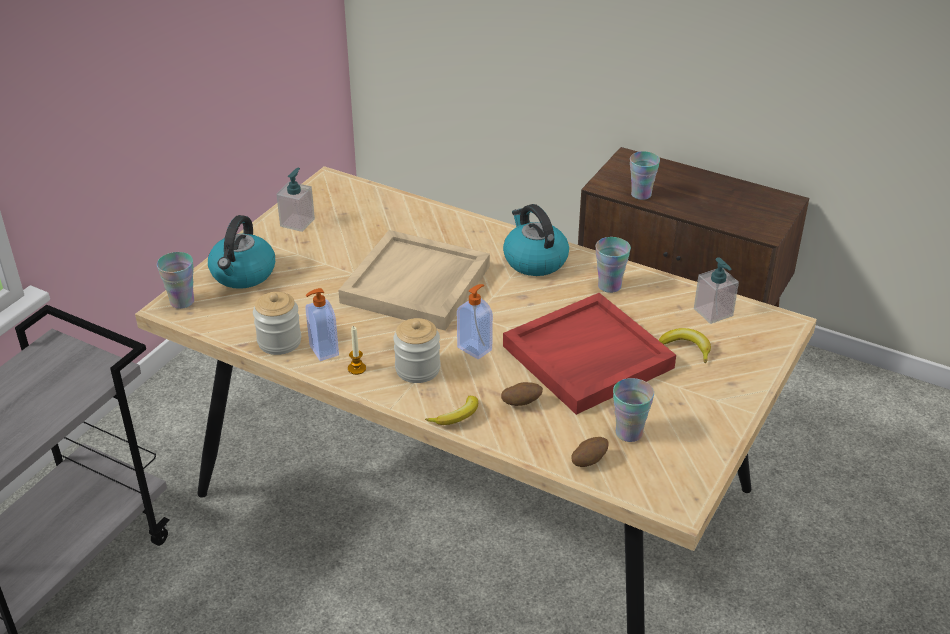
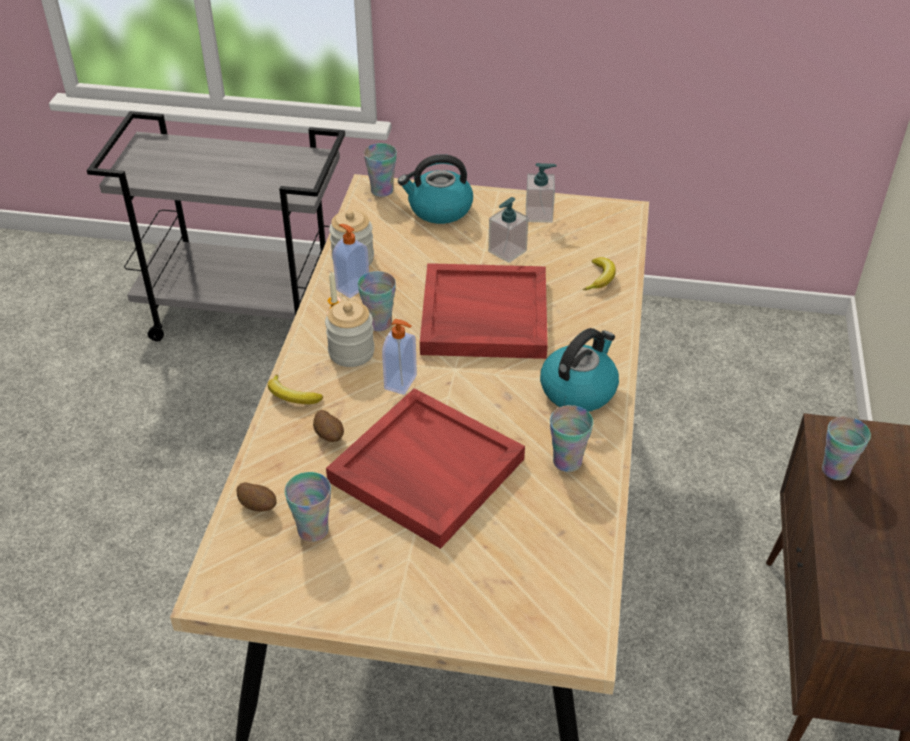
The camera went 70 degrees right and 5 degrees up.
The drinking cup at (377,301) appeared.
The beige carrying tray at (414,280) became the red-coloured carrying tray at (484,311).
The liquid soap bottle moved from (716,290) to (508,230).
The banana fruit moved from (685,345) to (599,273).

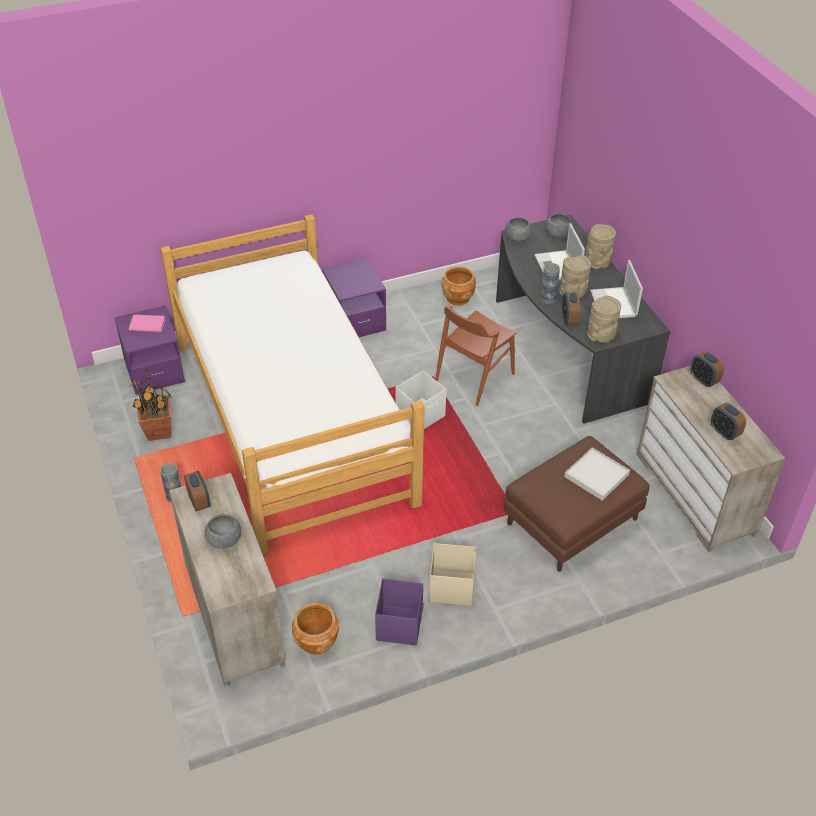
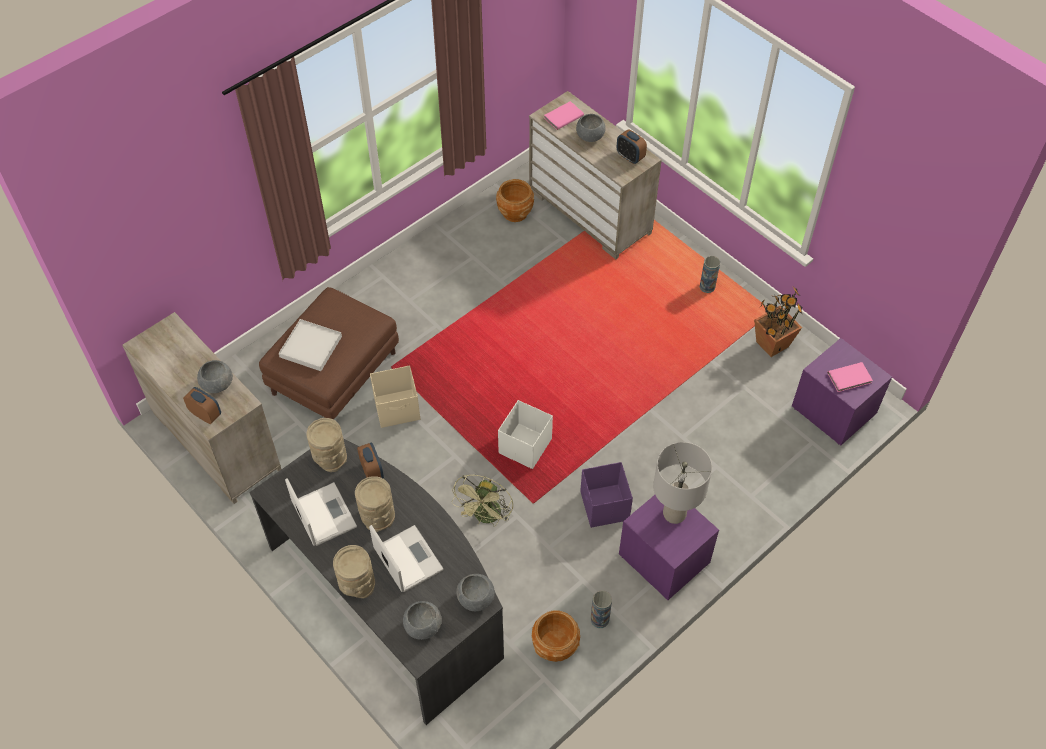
The camera went 160 degrees right and 10 degrees up.
The greyish bowl at (215,376) appeared.
The beige storage bin moved from (452,574) to (395,396).
The brown-coloured chair at (475,355) was replaced by the green-coloured cooling fan at (482,501).
The pink-coloured bound book at (564,115) appeared.
The purple storage bin moved from (399,611) to (606,495).
The vase moved from (550,283) to (601,609).
The greyish tabletop lamp at (682,483) appeared.
The sleeping bed at (292,384) disappeared.
The table clock at (728,421) disappeared.

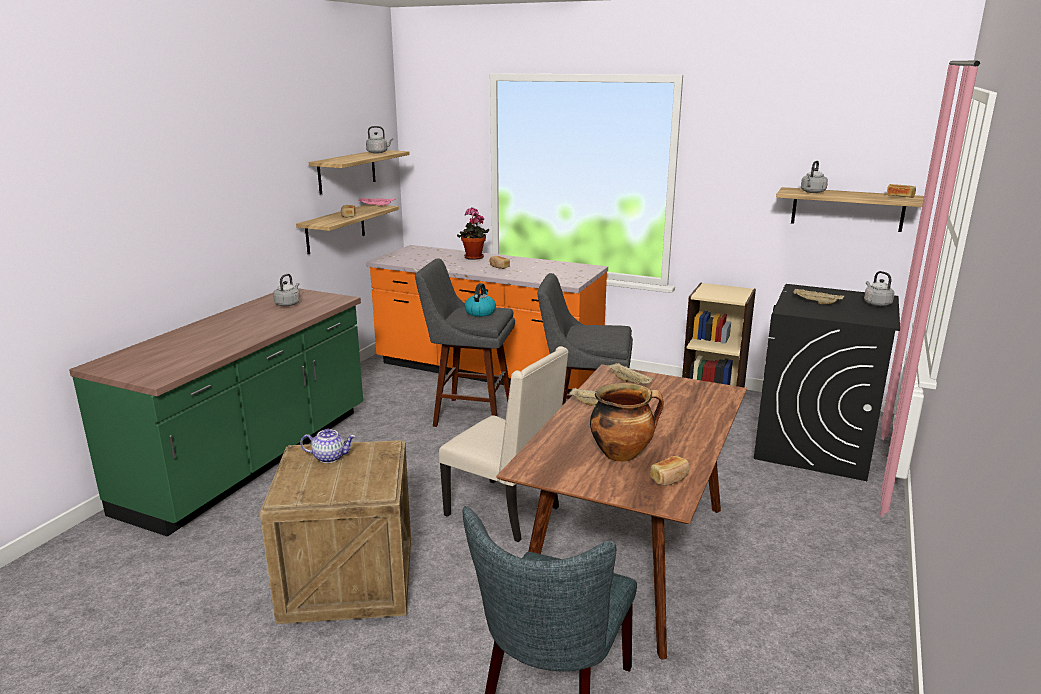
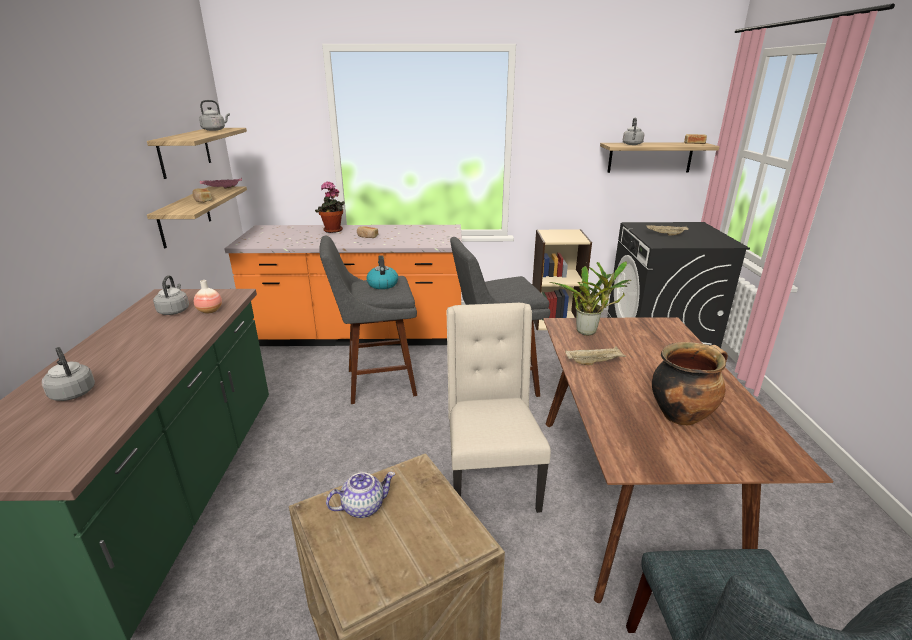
The camera went 25 degrees left and 5 degrees up.
The greyish tea kettle moved from (879,288) to (68,374).
The vase at (208,297) appeared.
The beige chair at (504,444) turned 105 degrees counterclockwise.
The beige carrying tray at (630,373) was replaced by the plant in a pot at (590,298).
The bakery bread at (670,471) disappeared.

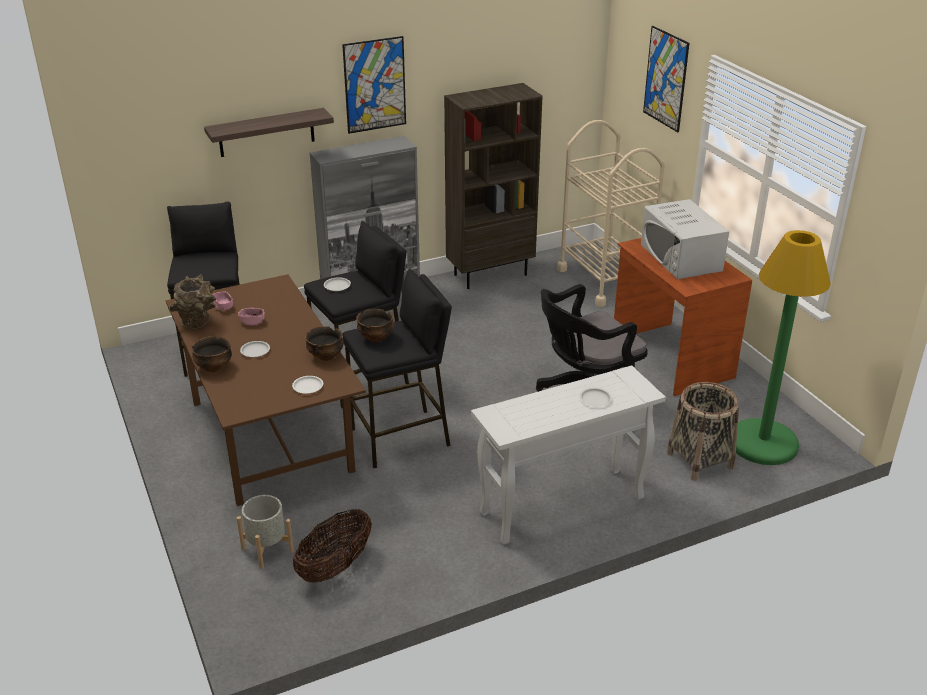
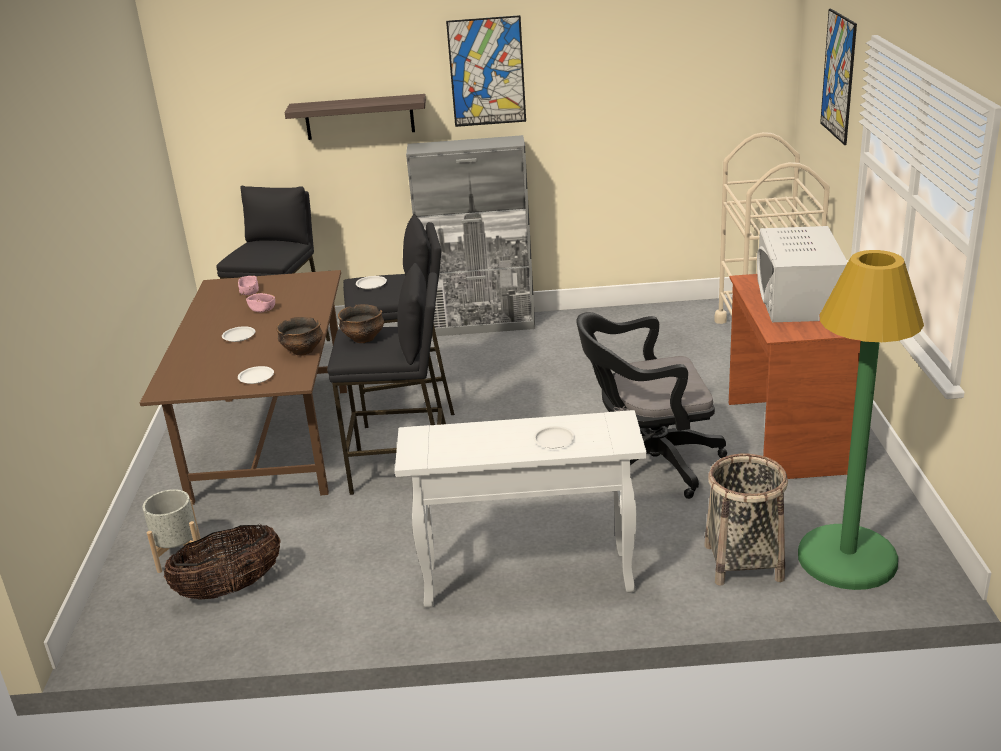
The camera went 25 degrees right and 5 degrees down.
The brown-coloured vase at (193,301) disappeared.
The bowl at (211,354) disappeared.
The brown-coloured bookshelf at (493,186) disappeared.

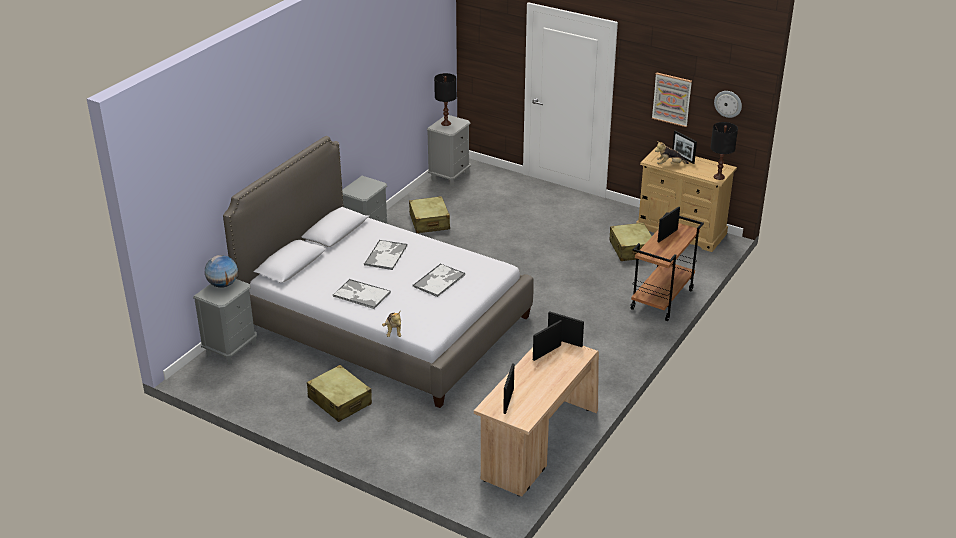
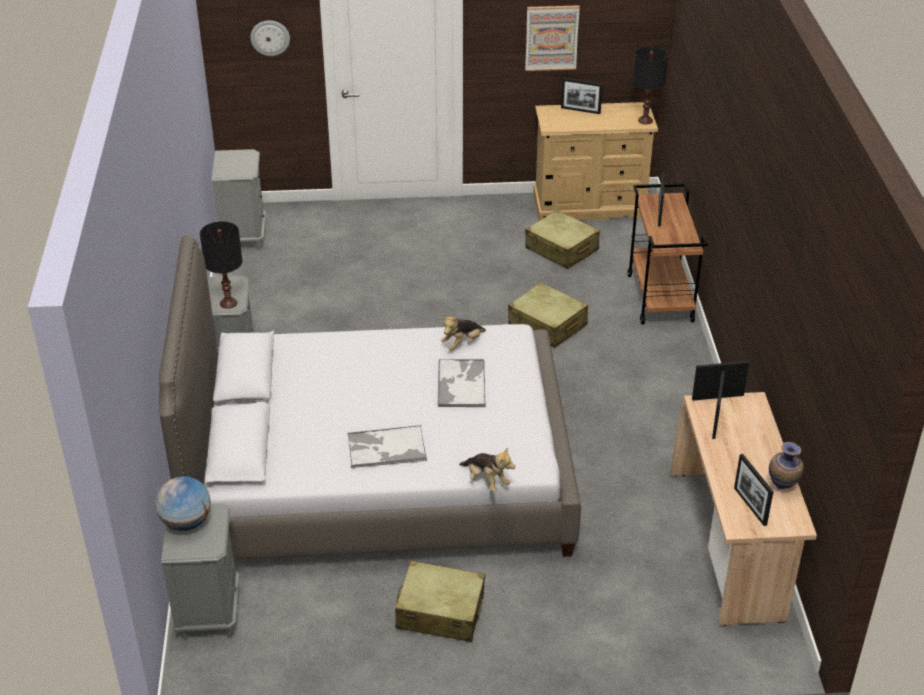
The camera went 35 degrees left and 5 degrees up.
The black-coloured tabletop lamp moved from (445,99) to (221,265).
The hanging clock moved from (728,104) to (270,38).
The cuddly toy moved from (672,152) to (463,333).
The beige suitcase moved from (429,214) to (548,315).
The vase at (786,465) appeared.
The carrying tray at (386,255) disappeared.

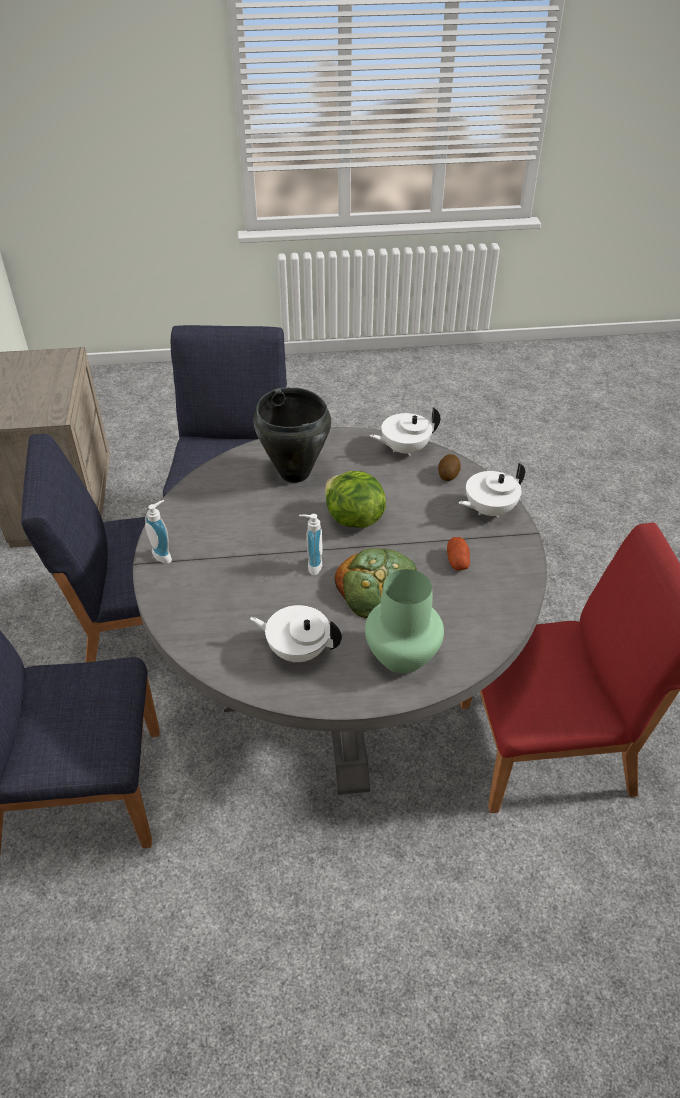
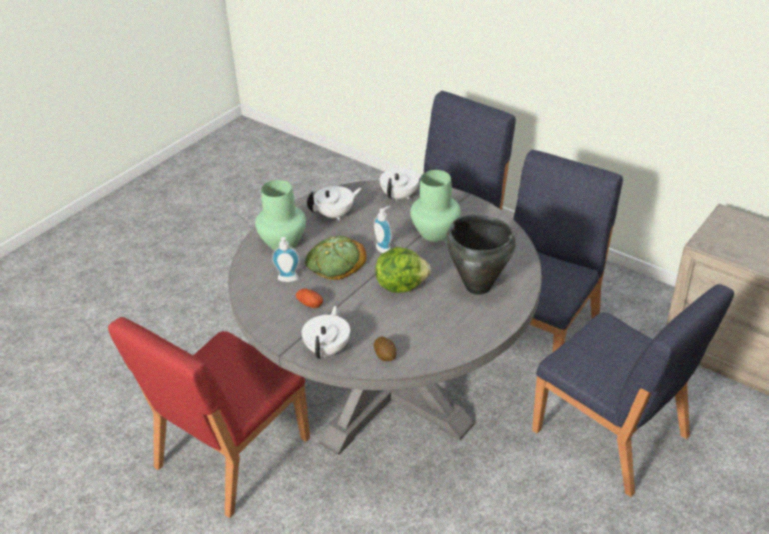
The camera went 135 degrees right and 5 degrees down.
The liquid soap bottle moved from (158,532) to (286,259).
The white teapot moved from (404,431) to (399,182).
The green-coloured vase at (435,206) appeared.

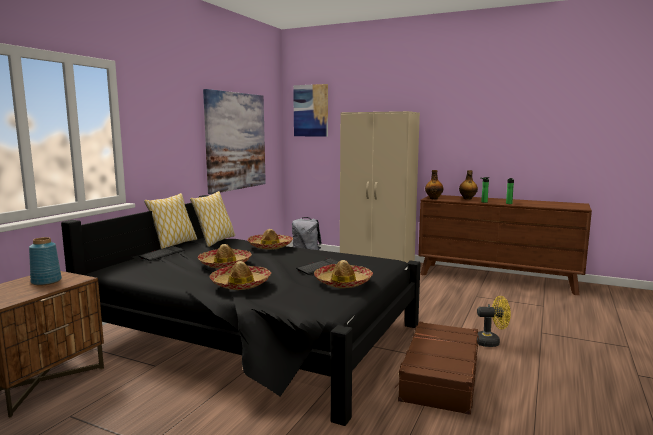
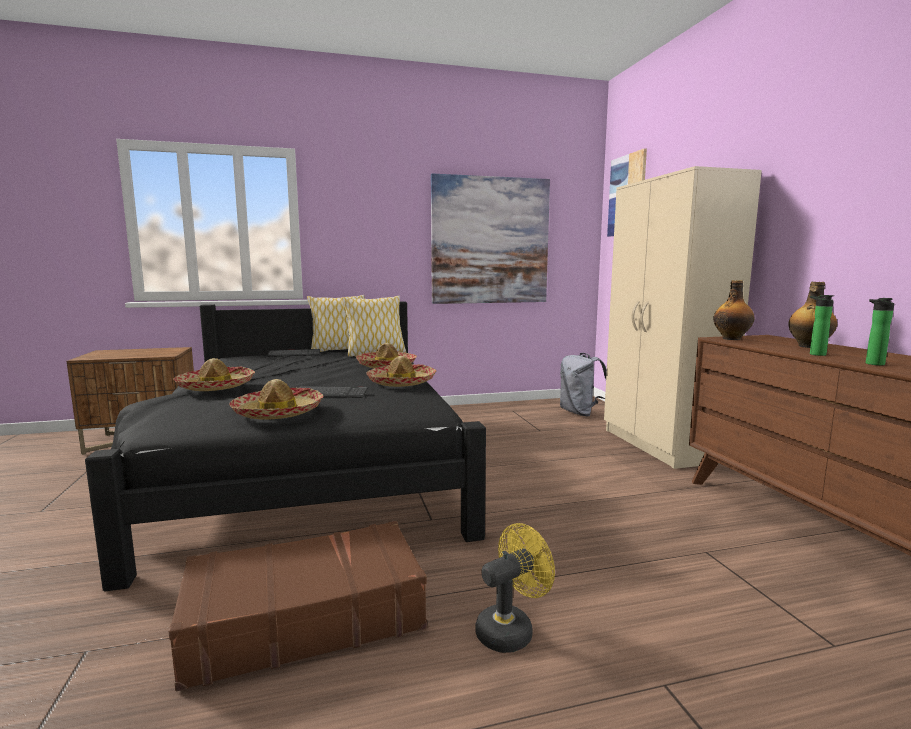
The camera went 50 degrees right and 0 degrees up.
The clothing hat moved from (225,256) to (401,371).
The yellowish cooling fan at (494,321) turned 90 degrees counterclockwise.
The blue vase at (45,261) disappeared.

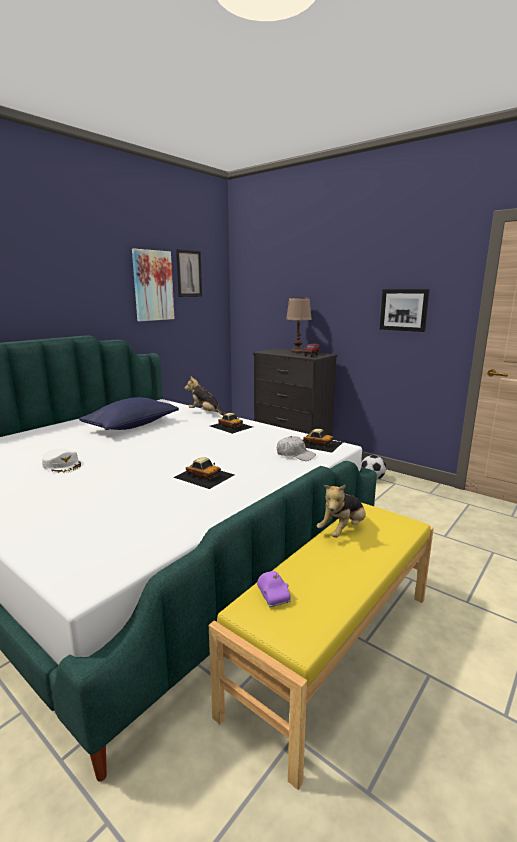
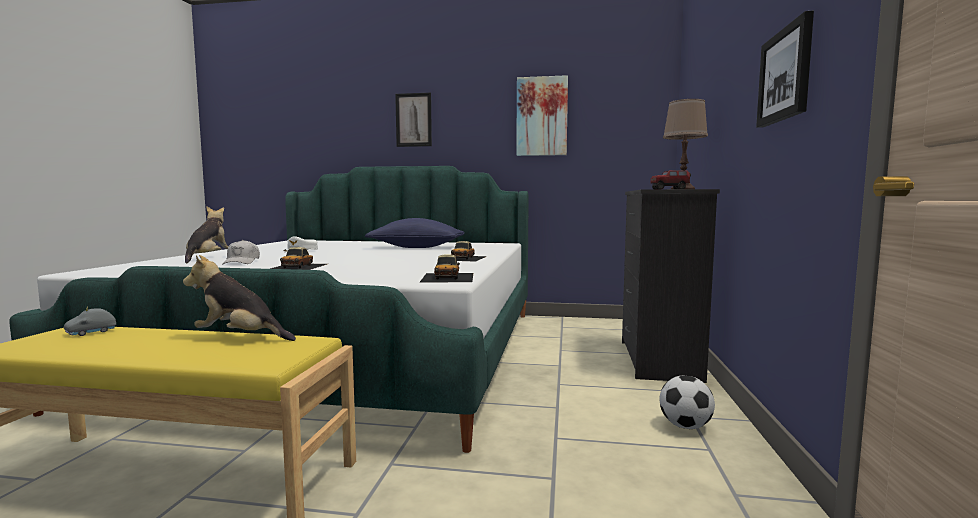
The camera went 60 degrees right and 10 degrees down.
The purple miniature car at (274,589) became the greyish miniature car at (90,321).
The cuddly toy moved from (205,396) to (206,234).
The white baseball cap moved from (296,448) to (241,252).
The wall art moved from (189,273) to (413,120).

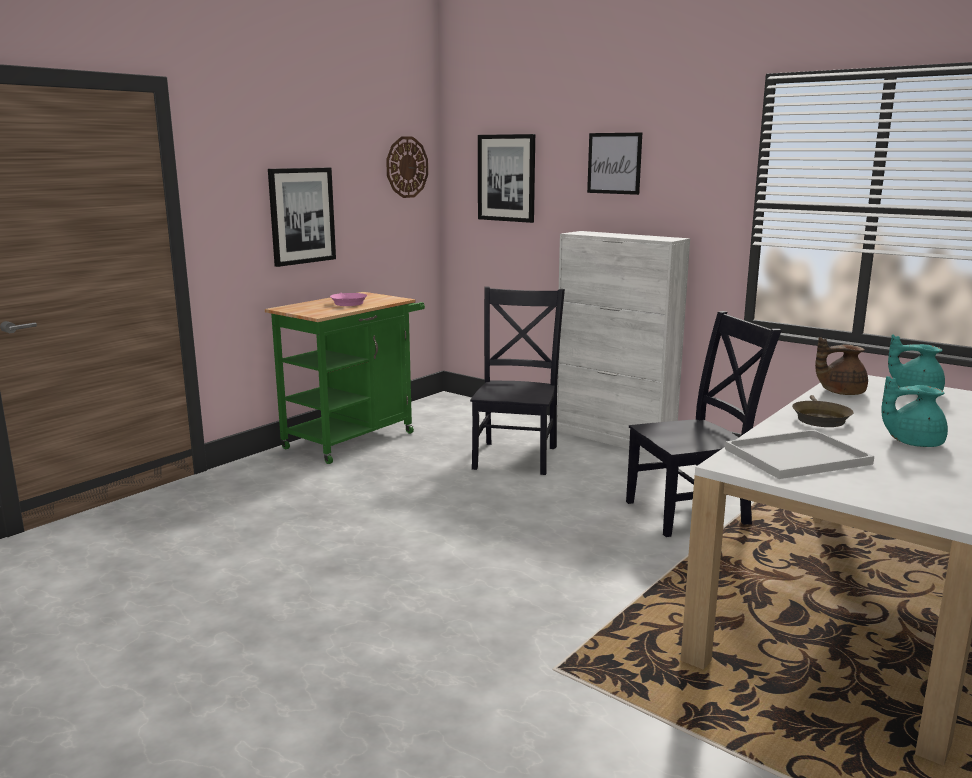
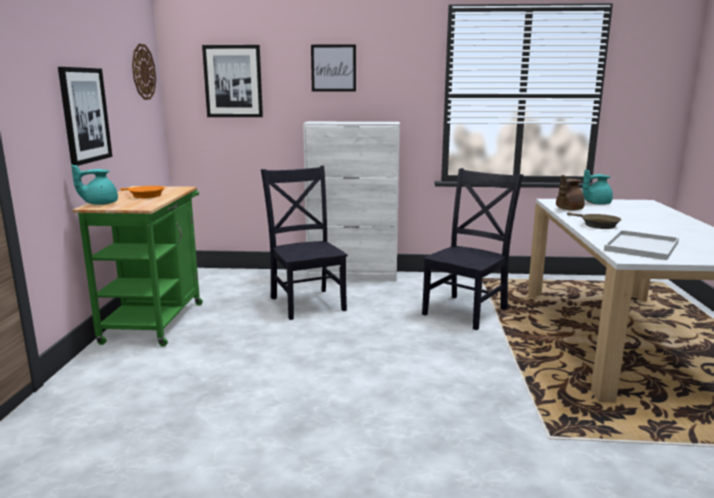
The camera went 35 degrees left and 0 degrees up.
The blue-green teapot moved from (914,411) to (94,184).
The pink-coloured skillet at (348,299) became the orangey skillet at (143,192).

